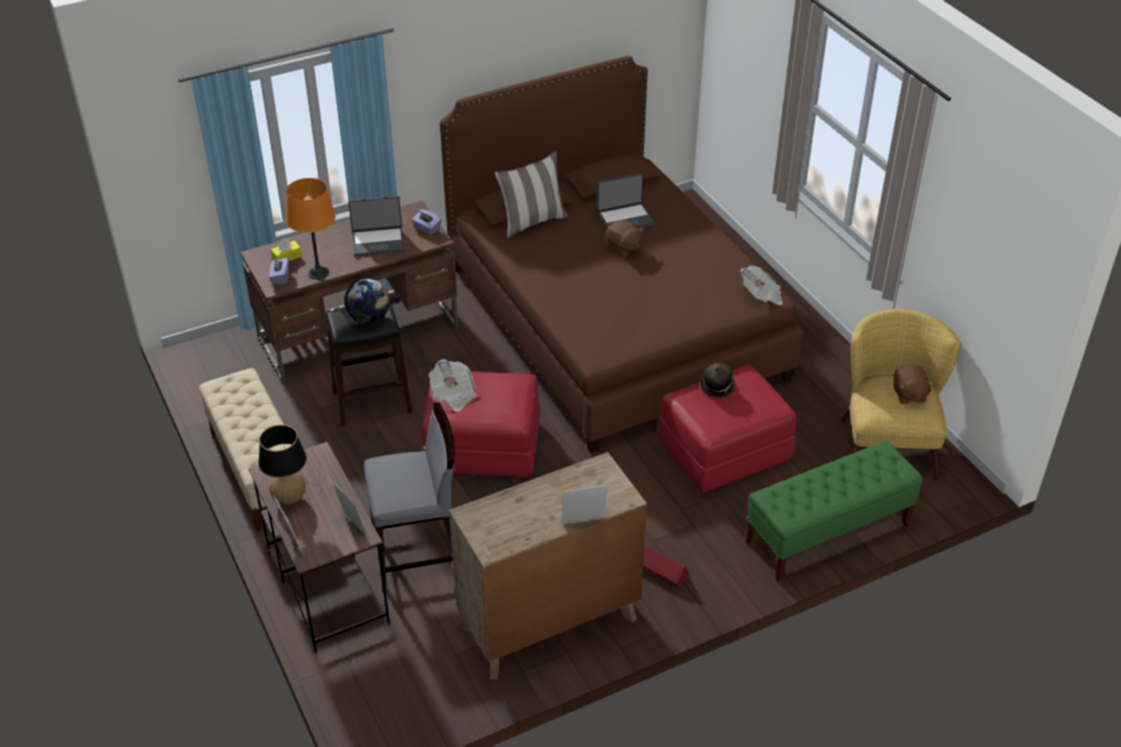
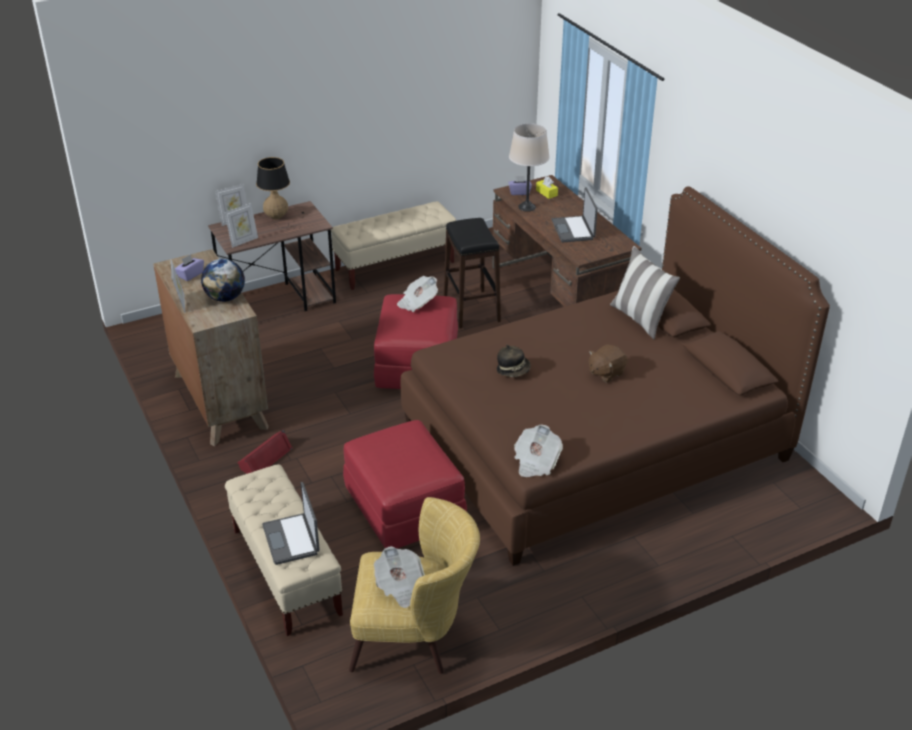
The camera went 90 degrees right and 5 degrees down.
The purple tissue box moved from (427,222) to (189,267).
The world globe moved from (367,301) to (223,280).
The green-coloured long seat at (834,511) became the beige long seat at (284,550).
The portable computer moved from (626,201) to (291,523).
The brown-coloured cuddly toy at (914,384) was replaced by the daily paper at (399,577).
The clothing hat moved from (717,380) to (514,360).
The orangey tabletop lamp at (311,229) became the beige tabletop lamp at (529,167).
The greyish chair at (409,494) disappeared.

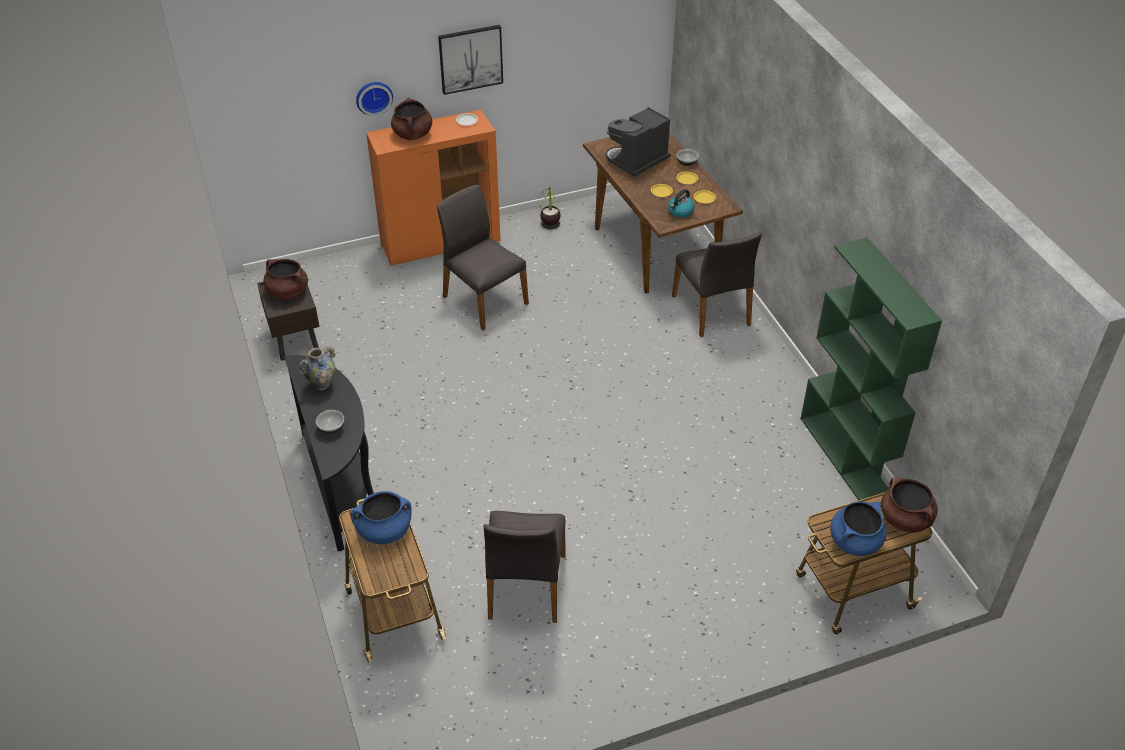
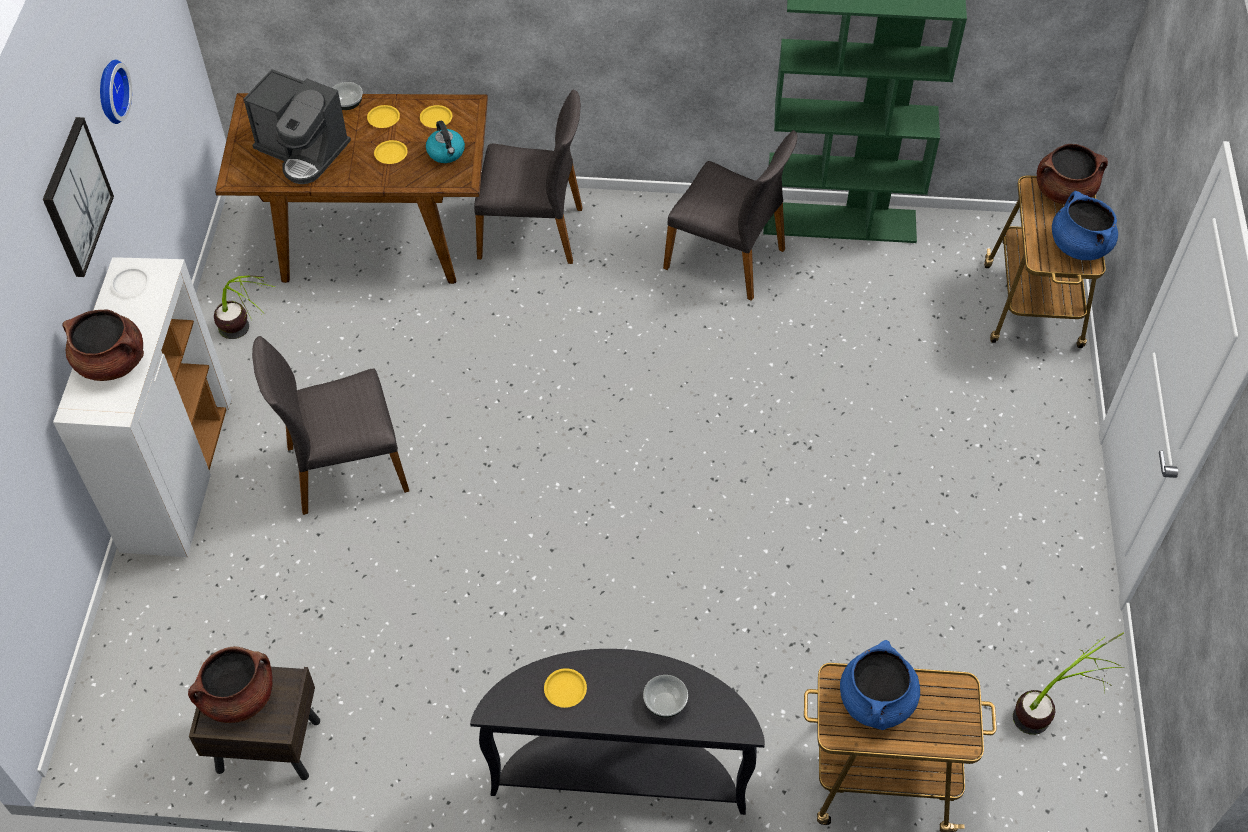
The camera went 65 degrees left and 10 degrees up.
The orangey cabinet at (433,188) became the white cabinet at (142,407).
The hanging clock moved from (374,99) to (116,92).
The coffee brewer at (638,142) turned 45 degrees counterclockwise.
The vase at (317,368) was replaced by the yellowish dinner plate at (565,688).
The greyish chair moved from (525,567) to (730,215).
The plant in a pot at (1069,683) appeared.

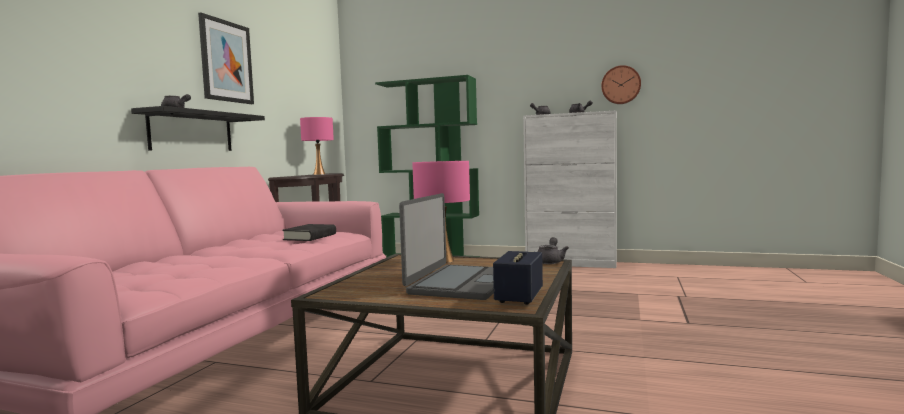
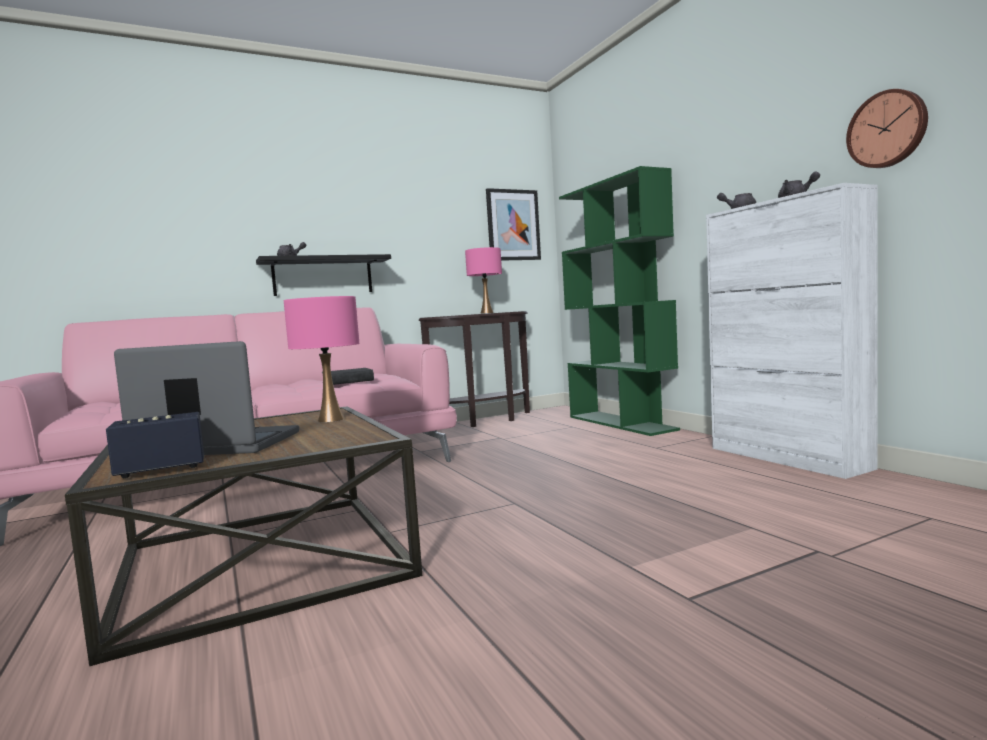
The camera went 45 degrees right and 0 degrees up.
The portable computer at (446,246) turned 150 degrees counterclockwise.
The wall art moved from (226,58) to (513,224).
The greyish teapot at (553,250) disappeared.

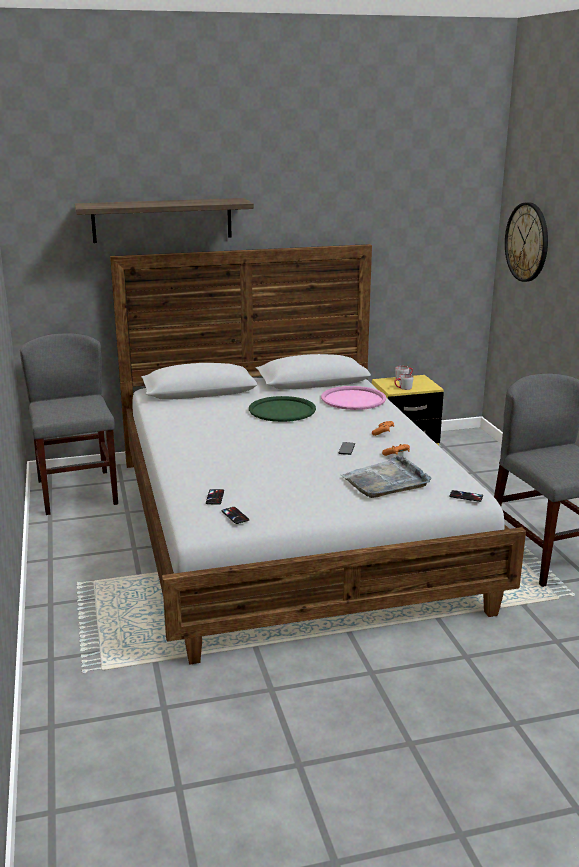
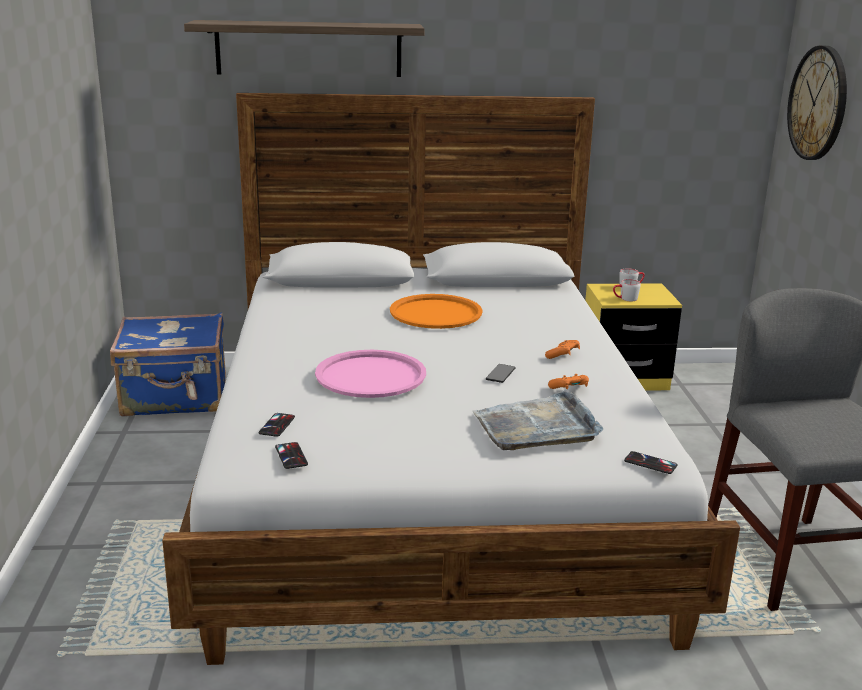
The camera went 10 degrees right and 0 degrees up.
The greyish chair at (69,424) was replaced by the blue suitcase at (168,364).
The pink-coloured carrying tray moved from (353,398) to (370,374).
The green-coloured carrying tray at (282,409) became the orangey carrying tray at (436,311).

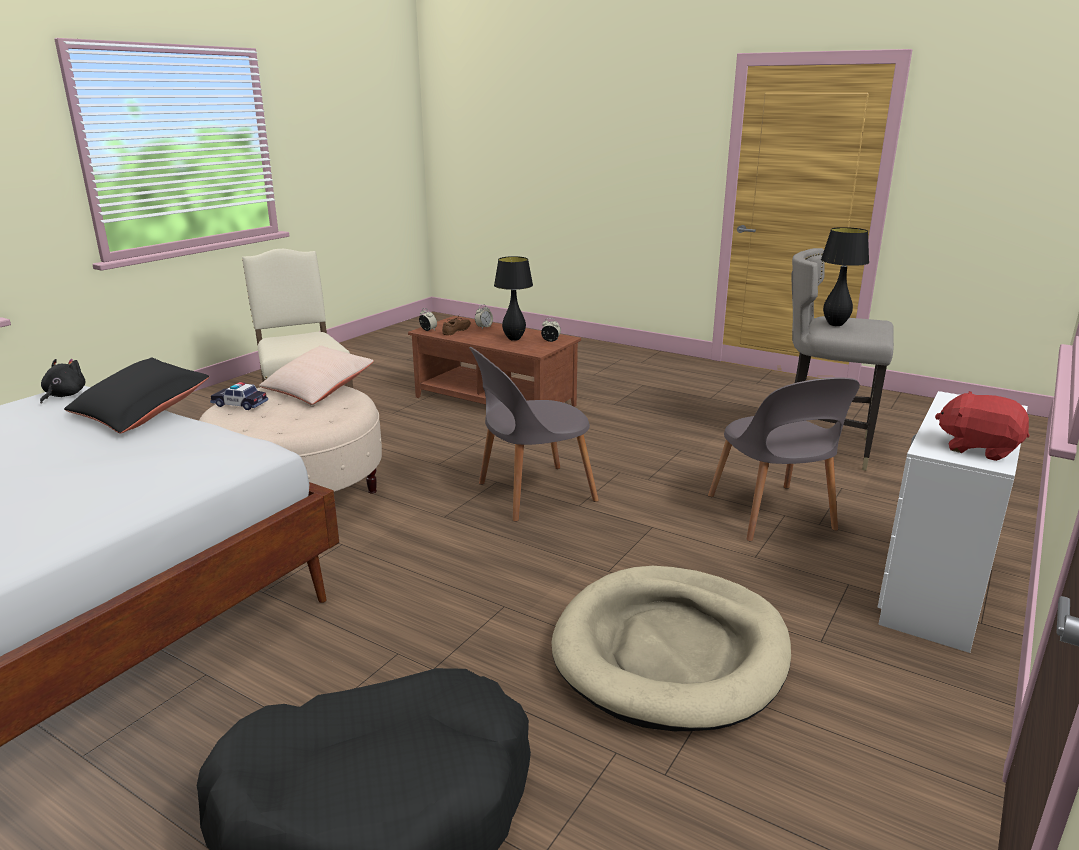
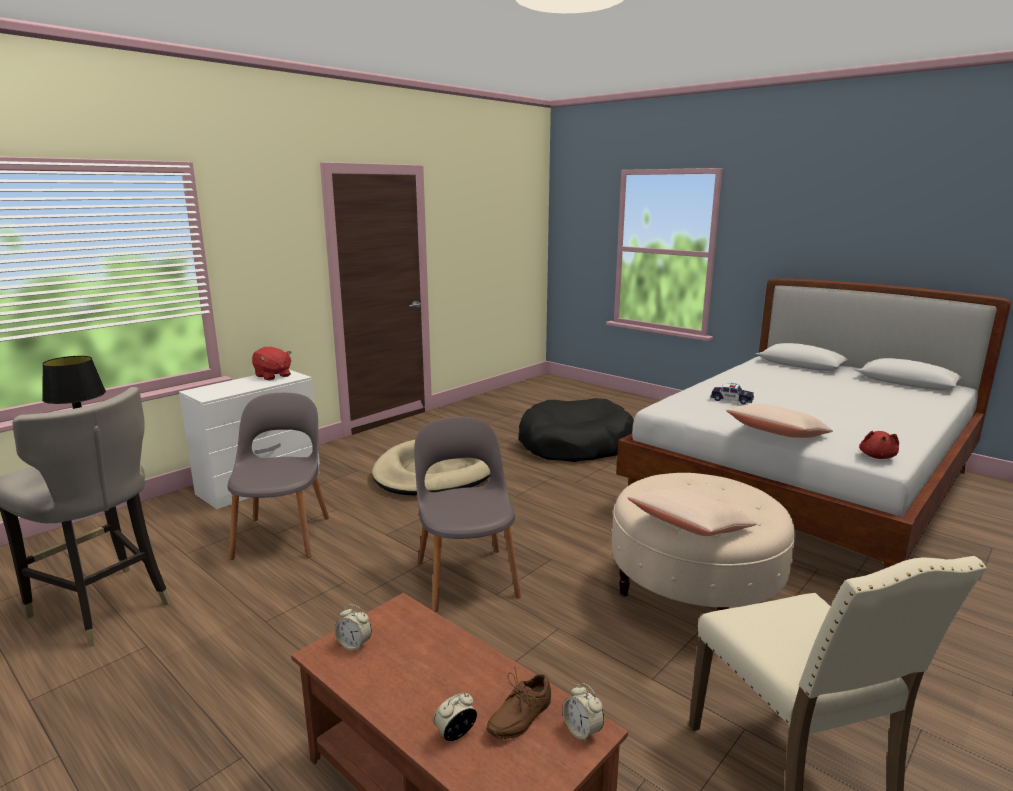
The camera went 170 degrees left and 5 degrees down.
The greyish chair at (534,434) turned 90 degrees counterclockwise.
The miniature car moved from (239,396) to (732,393).
The black-coloured pillow at (136,396) became the beige pillow at (779,421).
The black-coloured cuddly toy at (63,381) became the red-coloured cuddly toy at (879,445).
The black-coloured tabletop lamp at (513,298) disappeared.

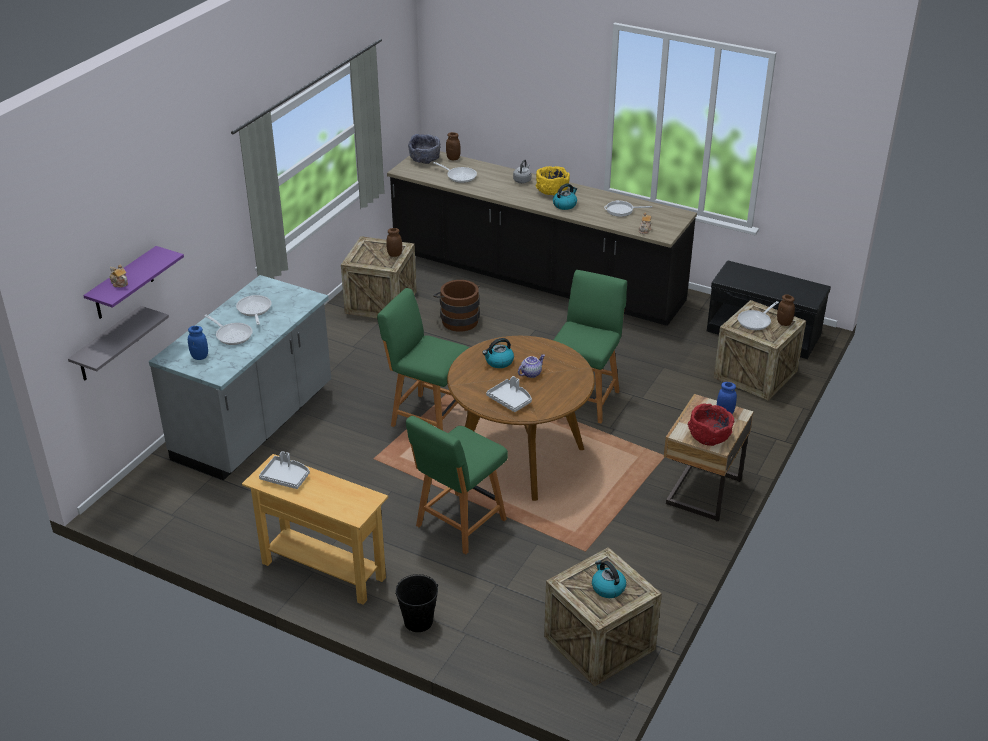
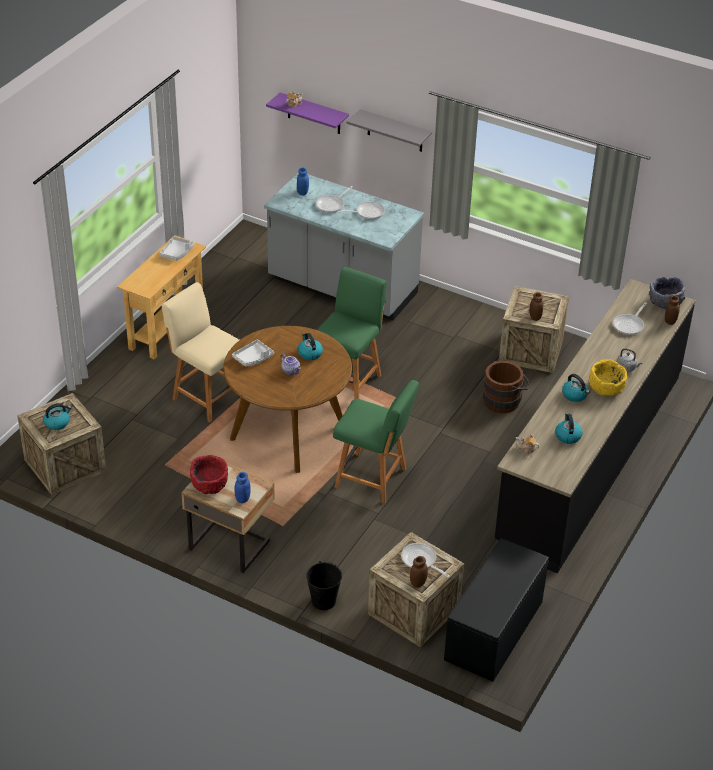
The camera went 90 degrees right and 5 degrees up.
The green-coloured chair at (457,485) became the beige chair at (200,352).
The black-coloured water bucket moved from (416,603) to (324,585).
The greyish shelf moved from (118,343) to (389,130).
The skillet at (628,208) was replaced by the tea kettle at (568,428).

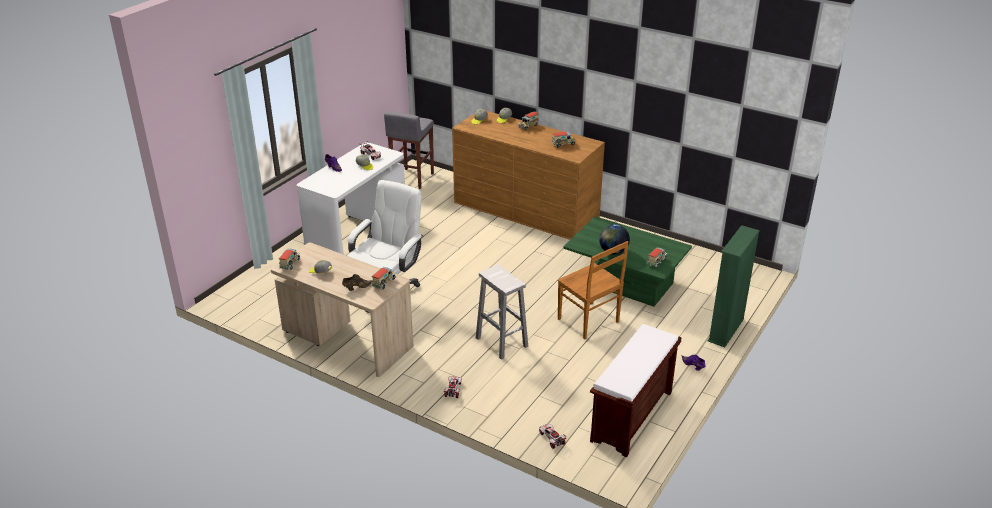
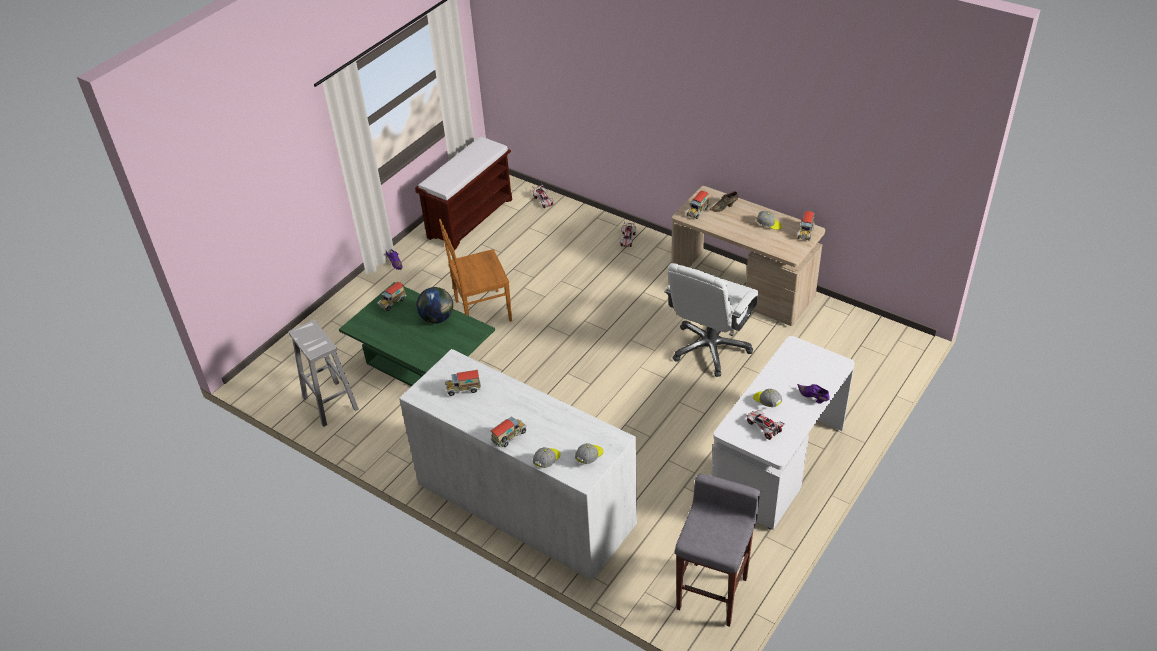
The camera went 175 degrees left and 10 degrees up.
The white sitting stool moved from (502,312) to (324,373).
The brown-coloured chest of drawers at (528,175) became the white chest of drawers at (518,465).
The brown-coloured chair at (593,290) turned 75 degrees counterclockwise.
The green-coloured bookshelf at (734,286) disappeared.

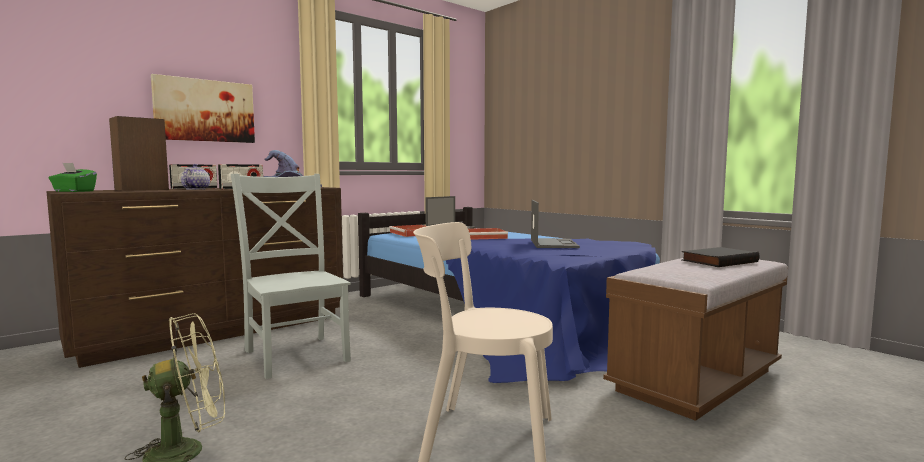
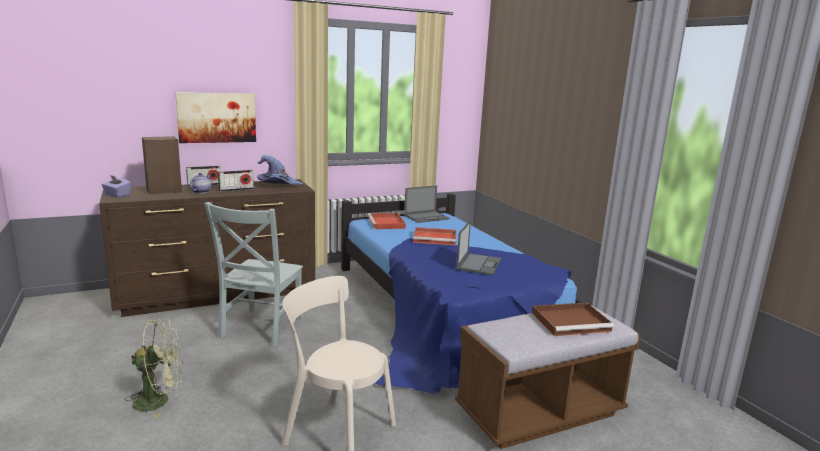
The camera went 15 degrees right and 10 degrees up.
The green-coloured tissue box at (73,177) became the purple tissue box at (116,186).
The greyish chair at (291,276) turned 150 degrees counterclockwise.
The black-coloured bound book at (720,257) was replaced by the brown-coloured carrying tray at (573,319).

